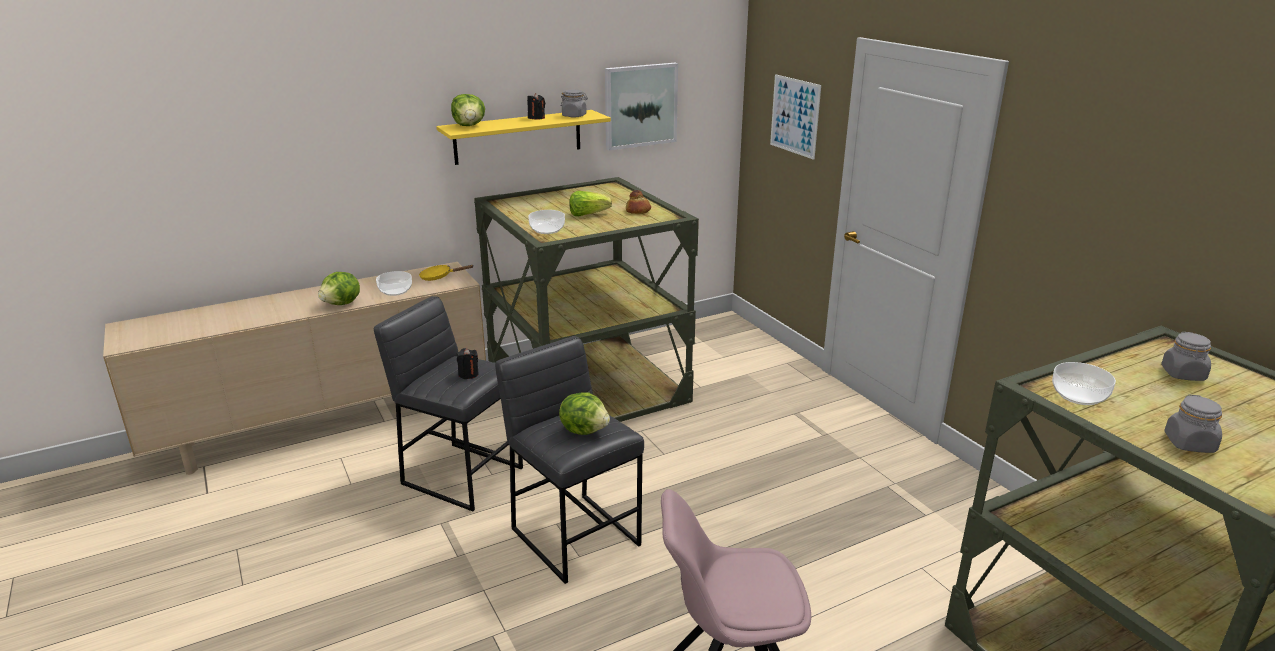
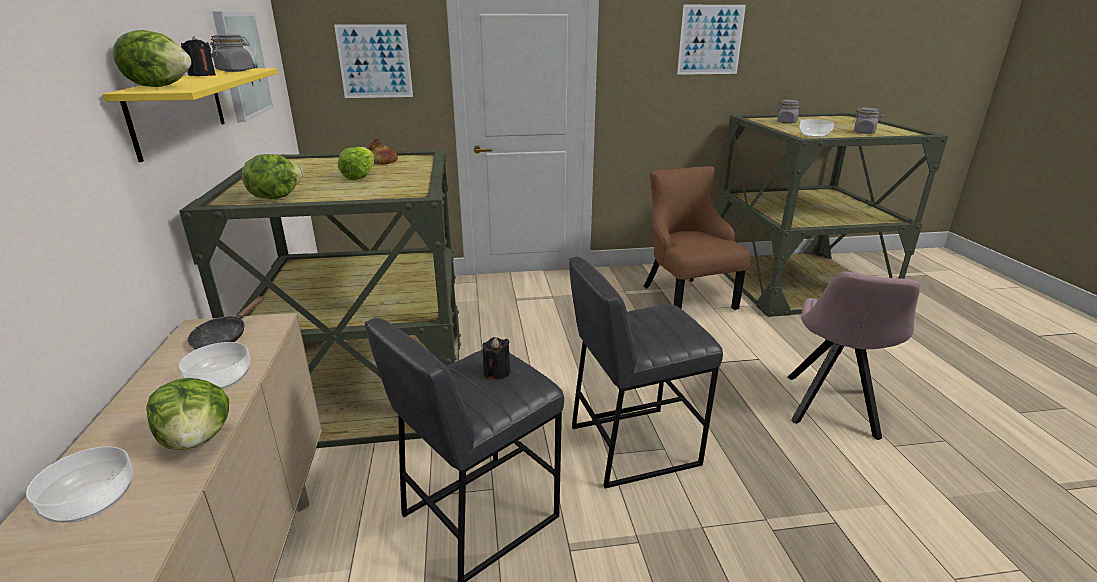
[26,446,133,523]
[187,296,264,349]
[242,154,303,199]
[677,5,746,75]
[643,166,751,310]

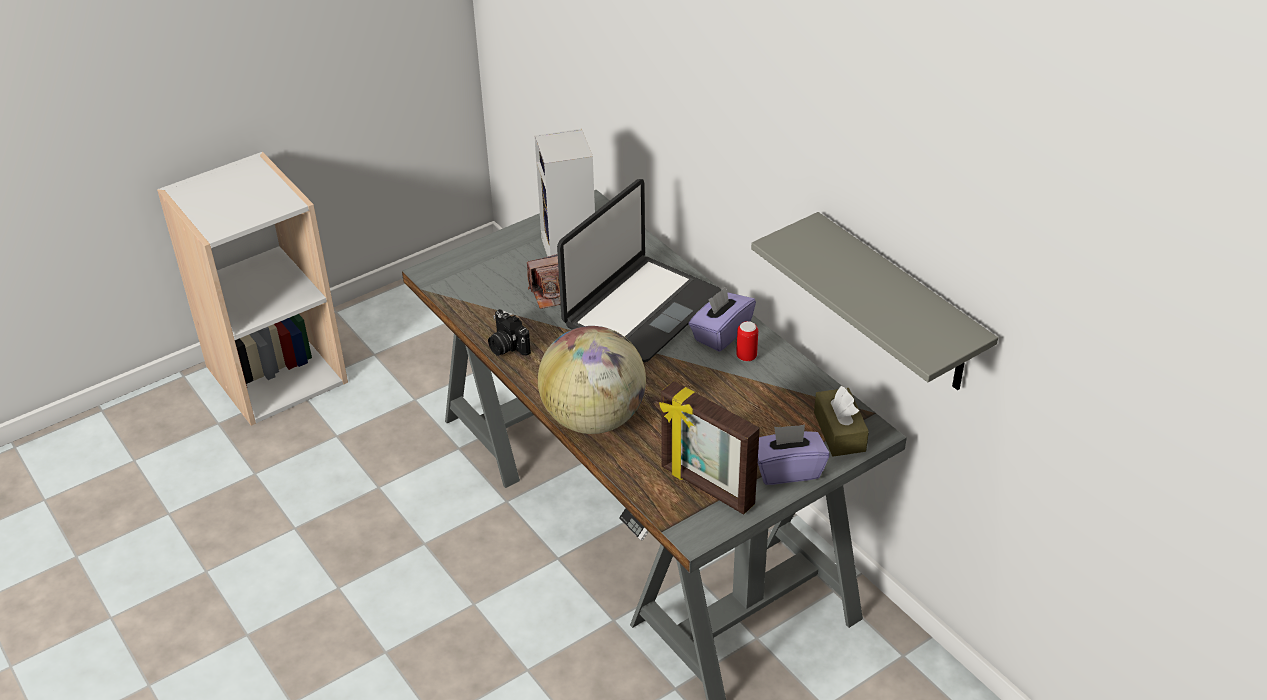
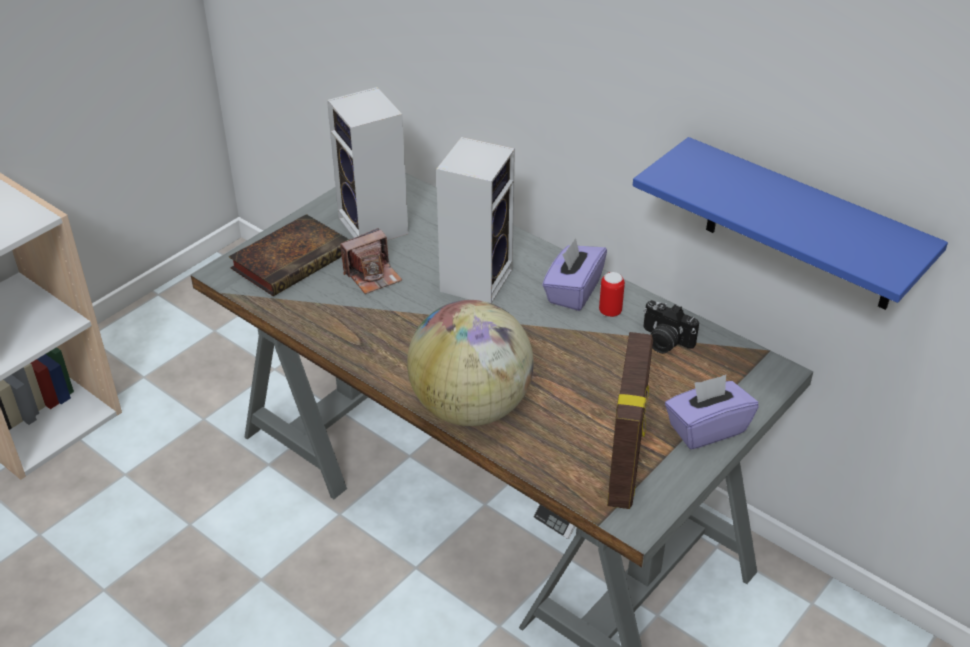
[436,137,515,303]
[633,137,948,310]
[643,300,699,354]
[607,332,653,509]
[814,386,869,457] (first image)
[229,214,349,296]

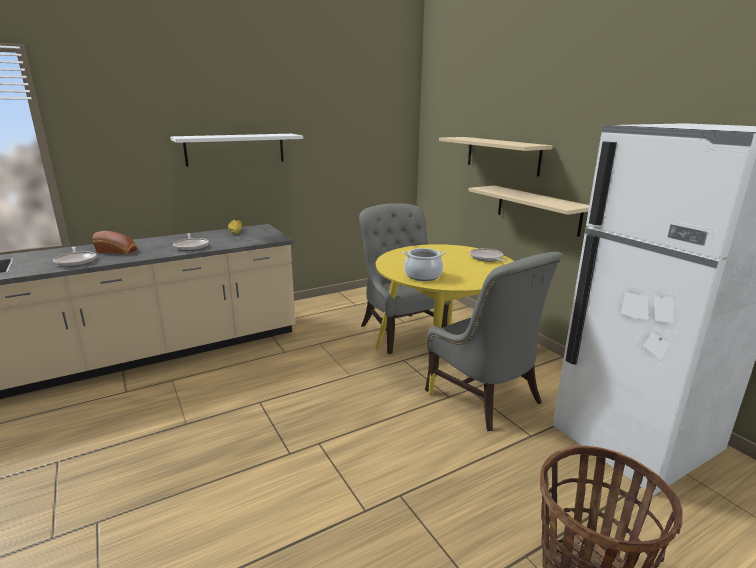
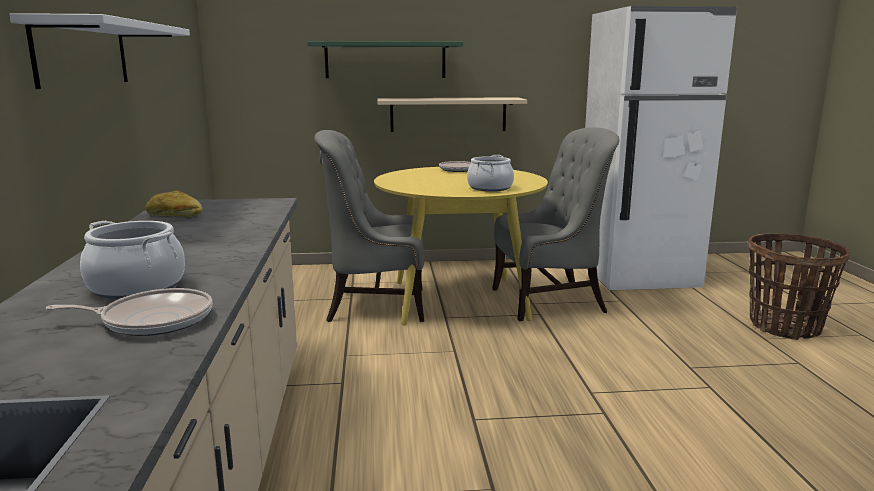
[307,41,463,78]
[80,221,185,299]
[173,233,209,251] (first image)

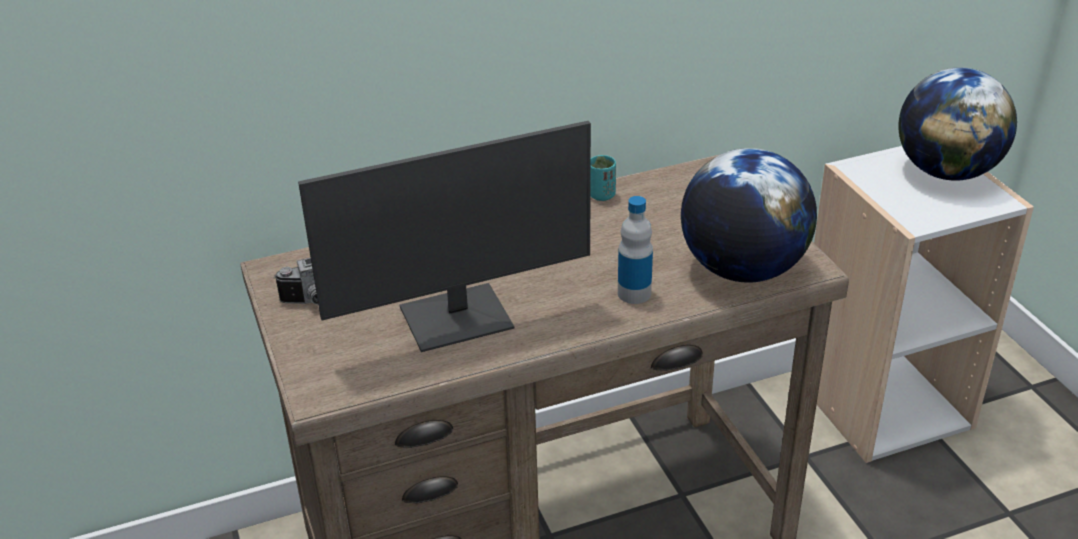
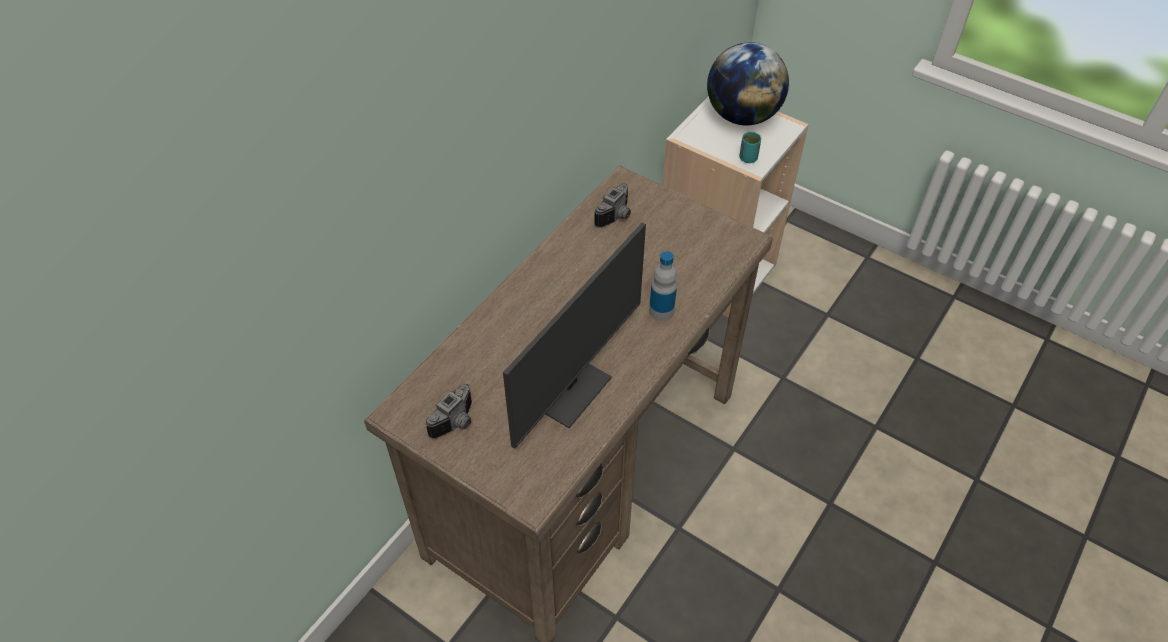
[681,148,817,283] (first image)
[739,132,761,163]
[594,183,631,228]

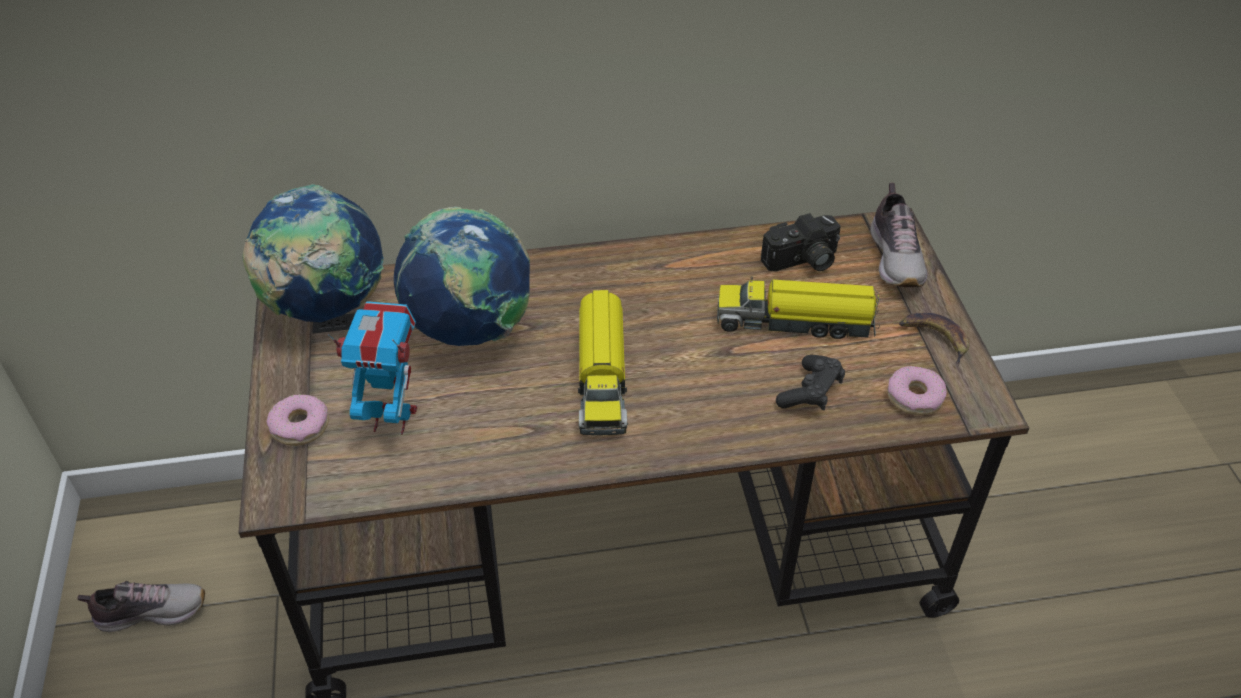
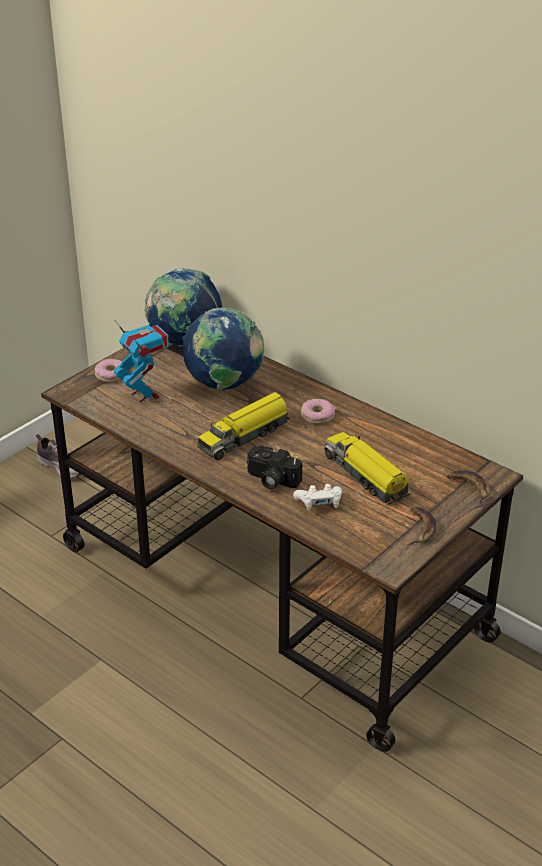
[447,470,490,505]
[247,446,302,489]
[293,484,342,511]
[301,399,335,424]

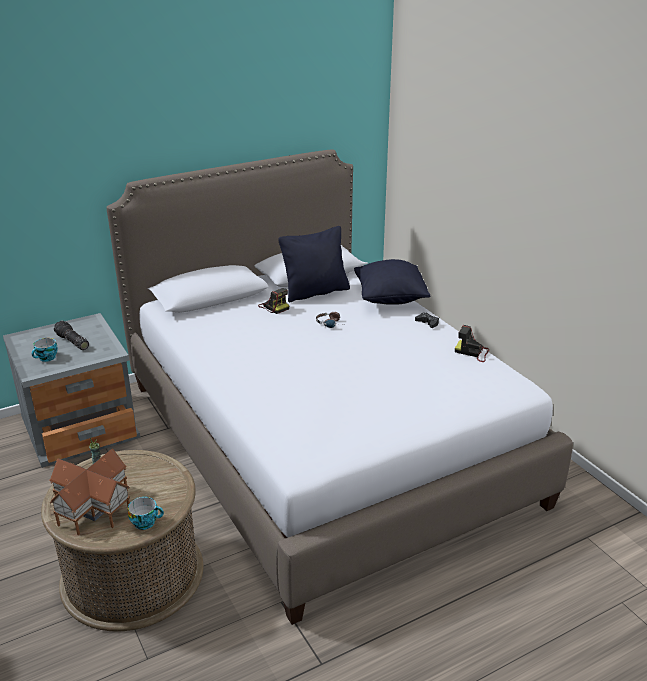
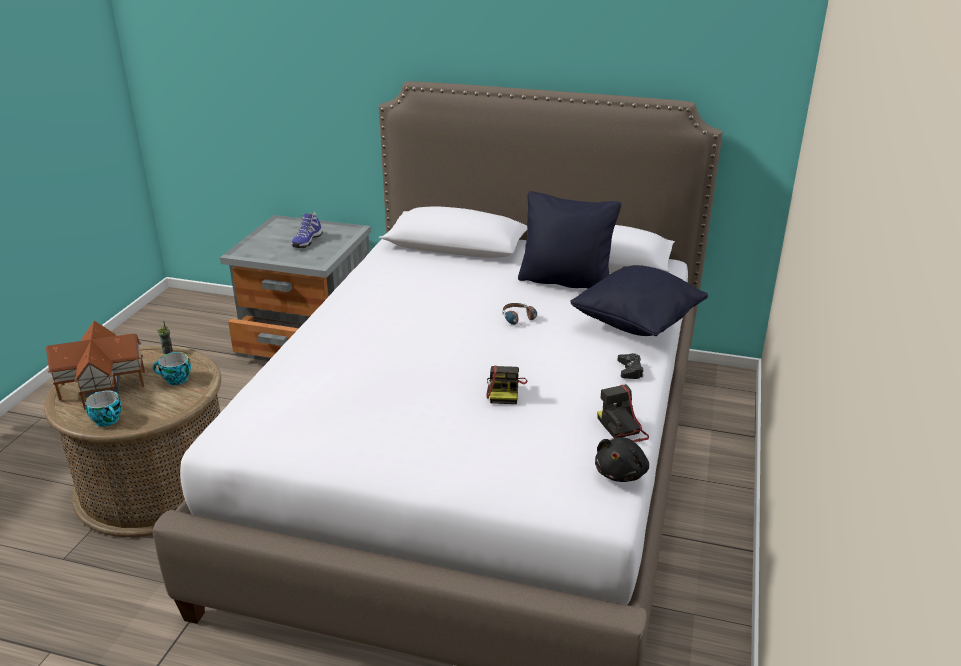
[486,366,527,404]
[292,213,323,248]
[153,352,191,385]
[595,437,649,482]

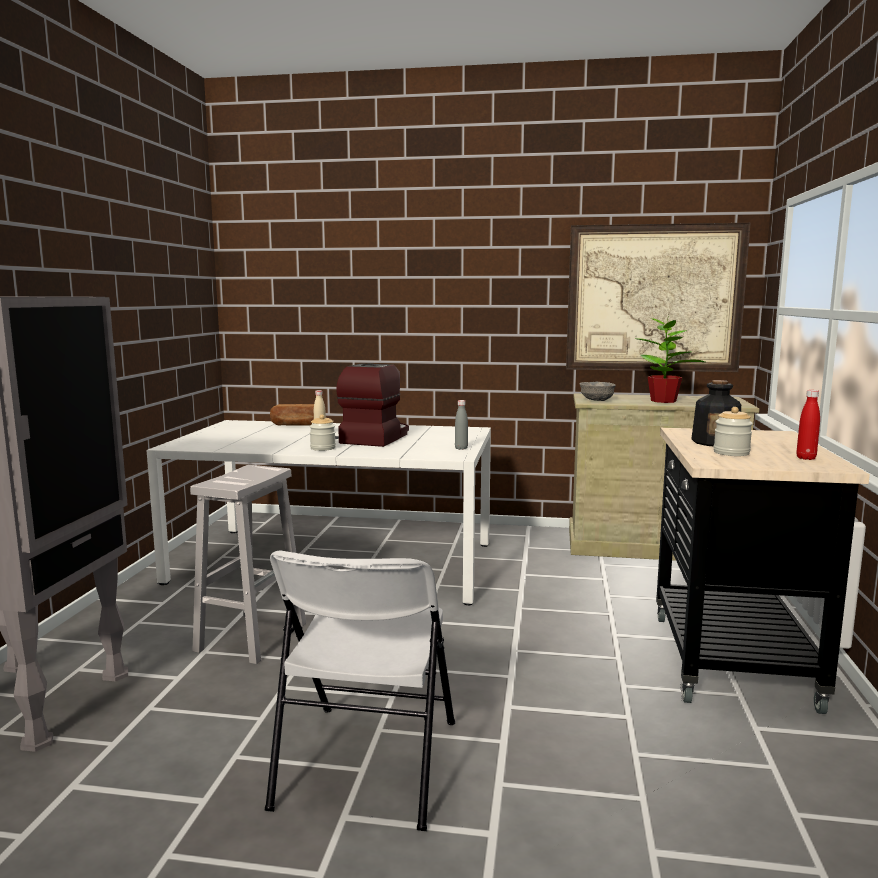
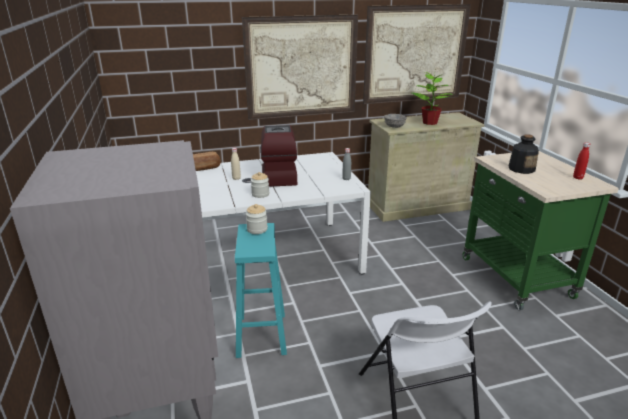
[246,204,268,234]
[463,151,619,310]
[235,223,287,358]
[242,14,358,120]

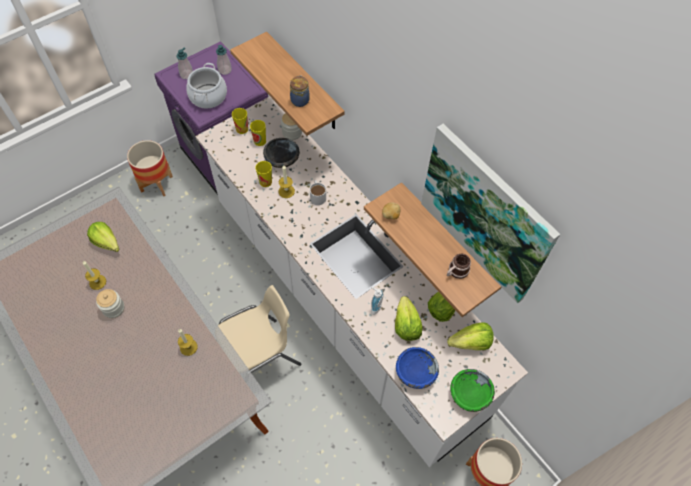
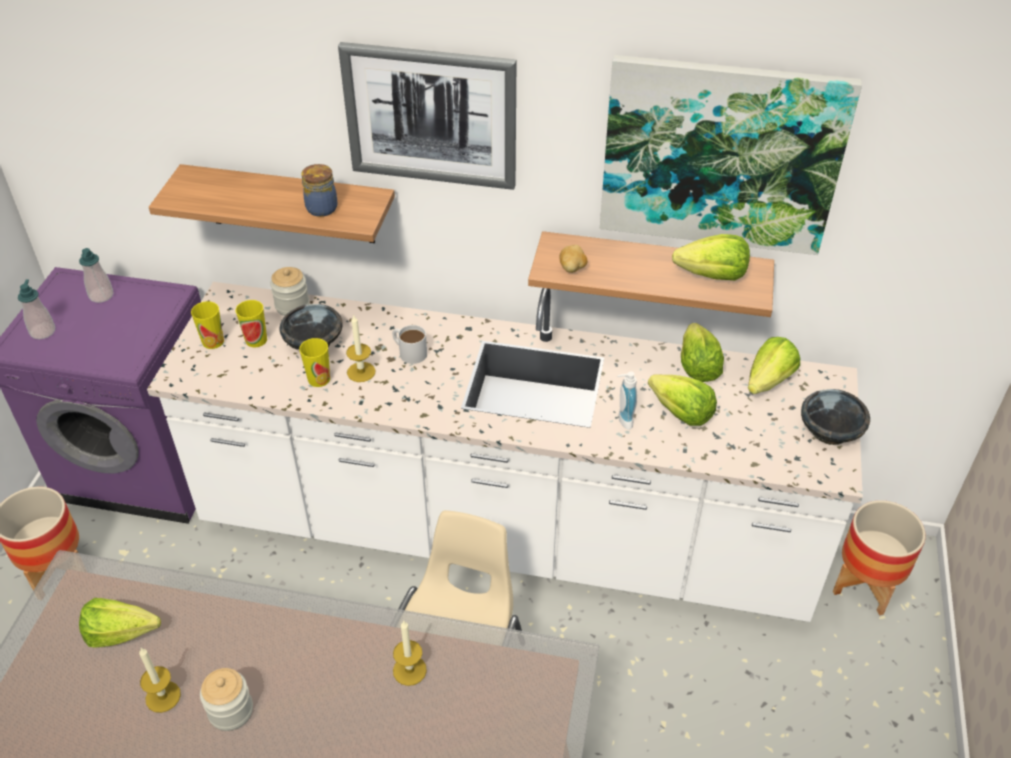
[186,63,227,109] (first image)
[672,234,750,280]
[396,347,439,389] (first image)
[801,389,870,445]
[338,42,516,190]

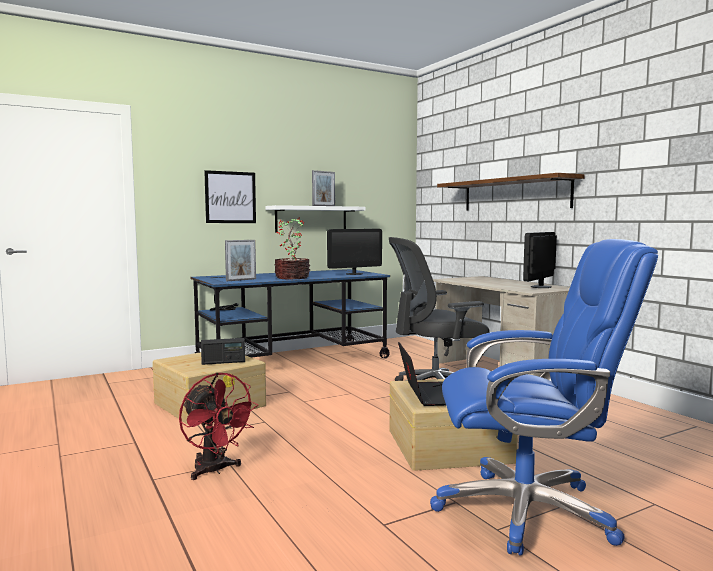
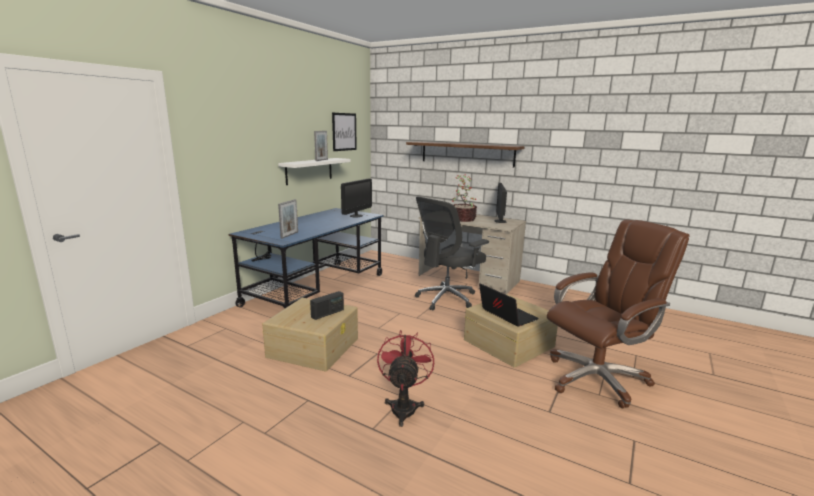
[332,113,357,151]
[452,174,477,222]
[547,220,690,408]
[377,330,434,427]

